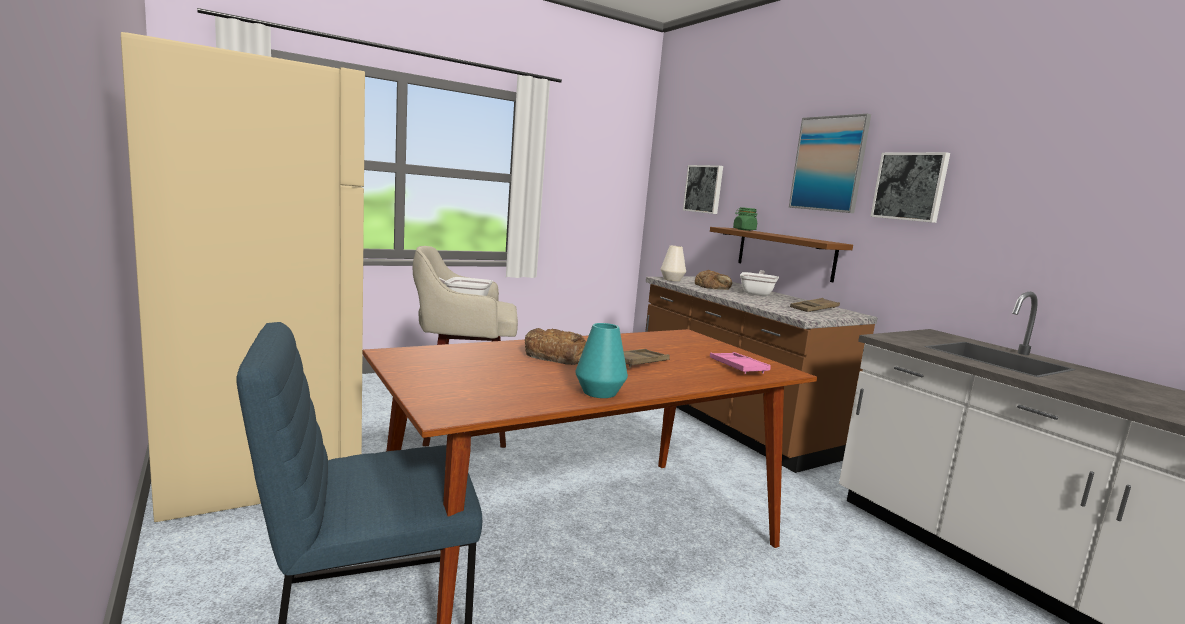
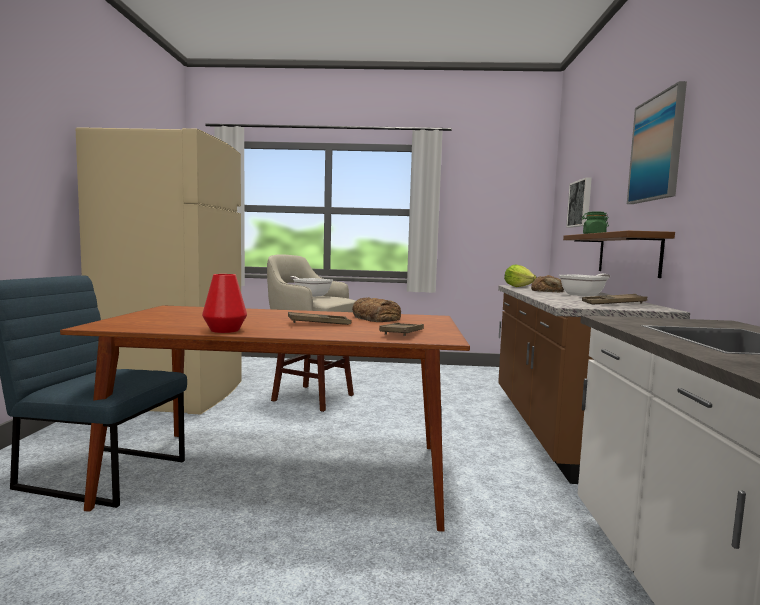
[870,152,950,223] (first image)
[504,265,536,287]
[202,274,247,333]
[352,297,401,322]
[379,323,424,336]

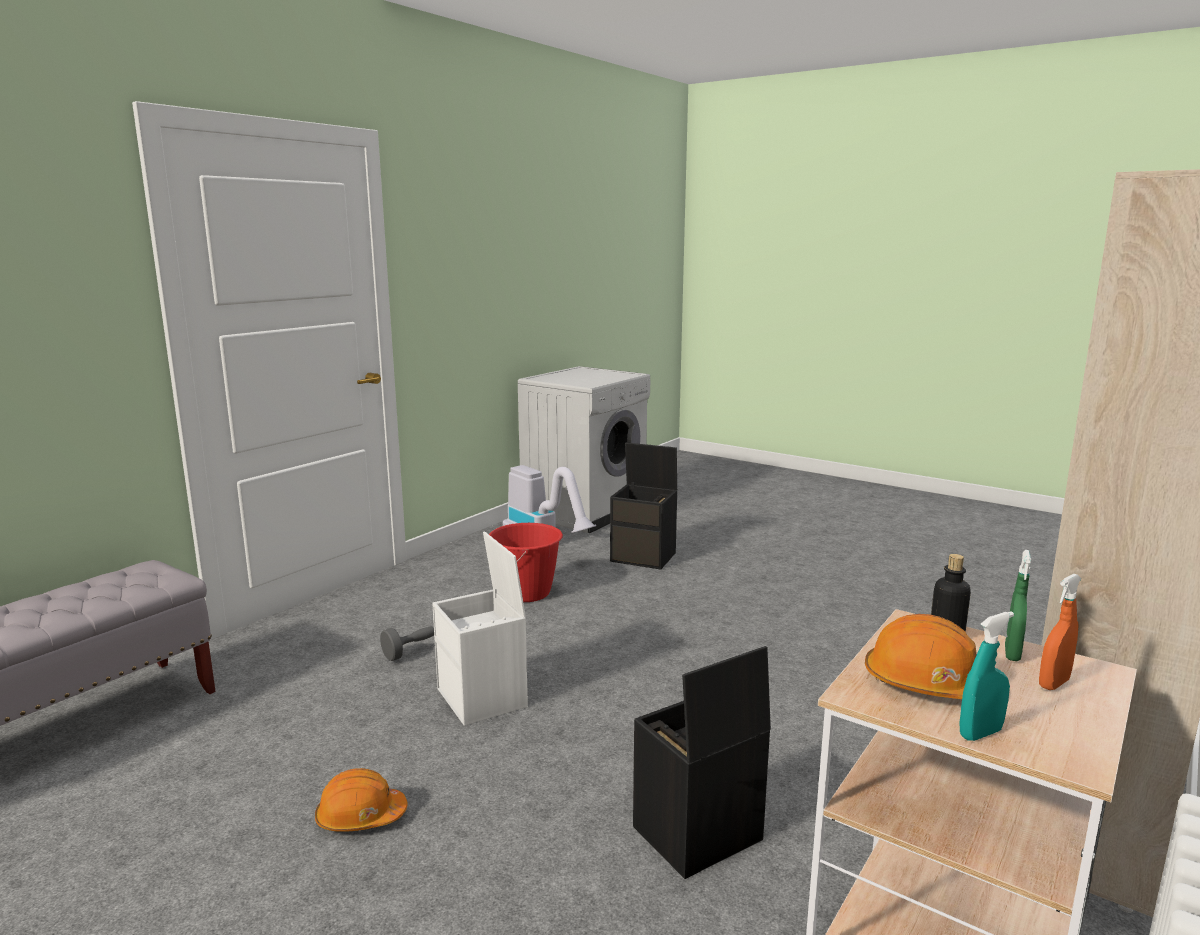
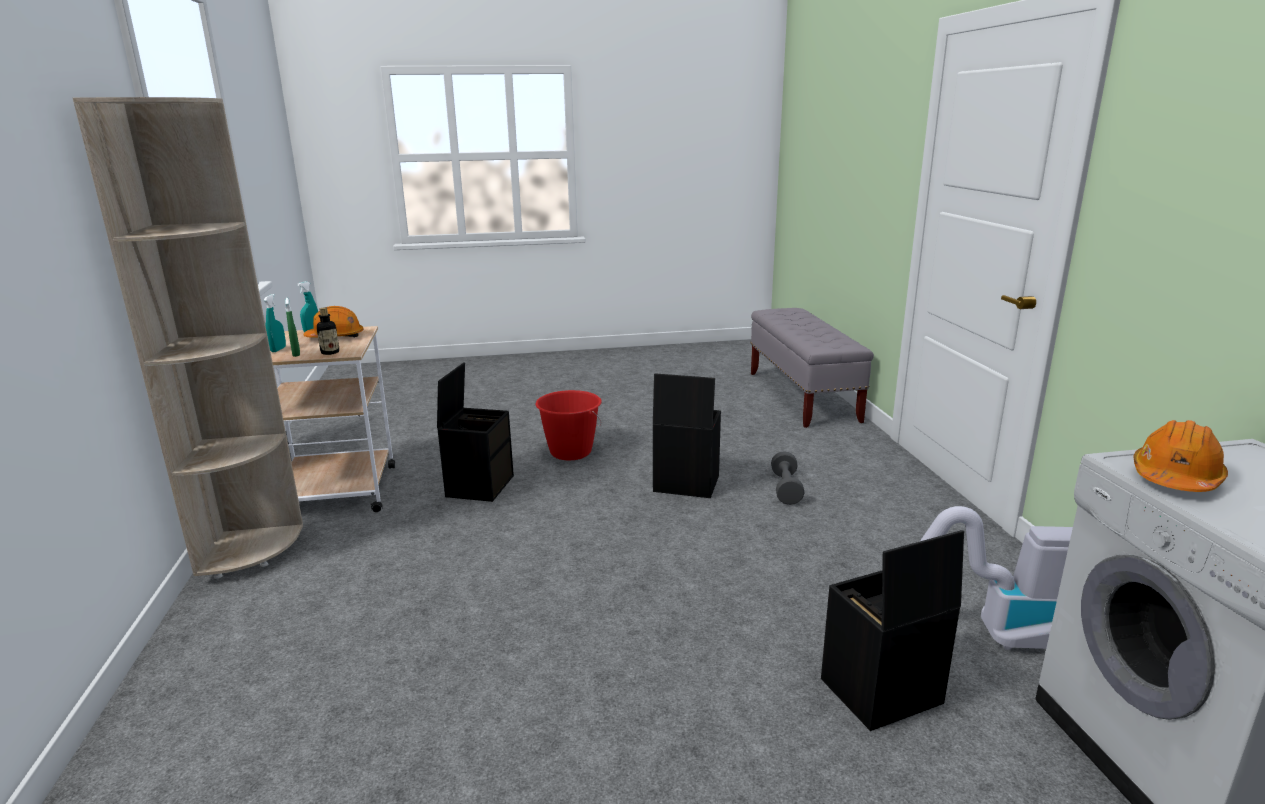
[536,390,602,460]
[653,373,721,498]
[263,294,286,352]
[1133,420,1228,492]

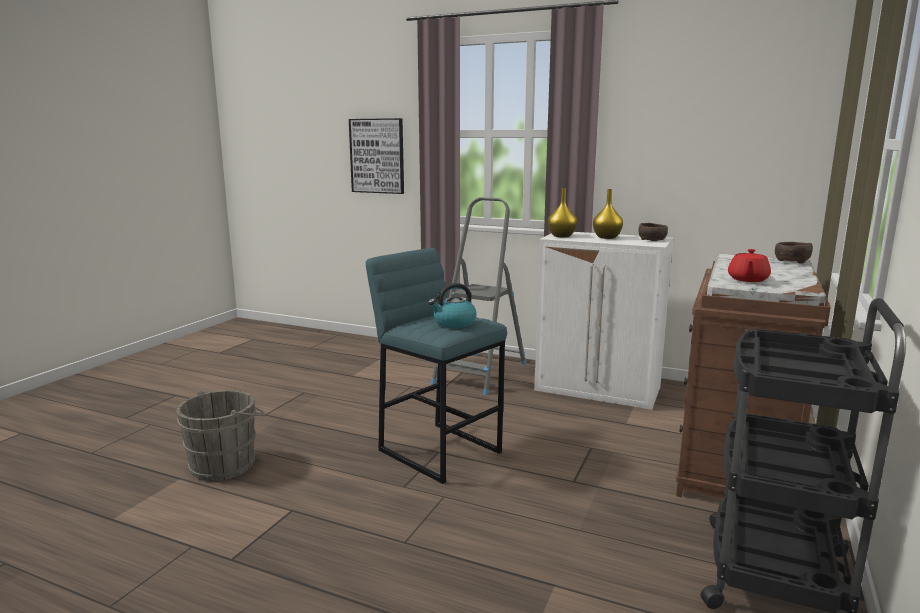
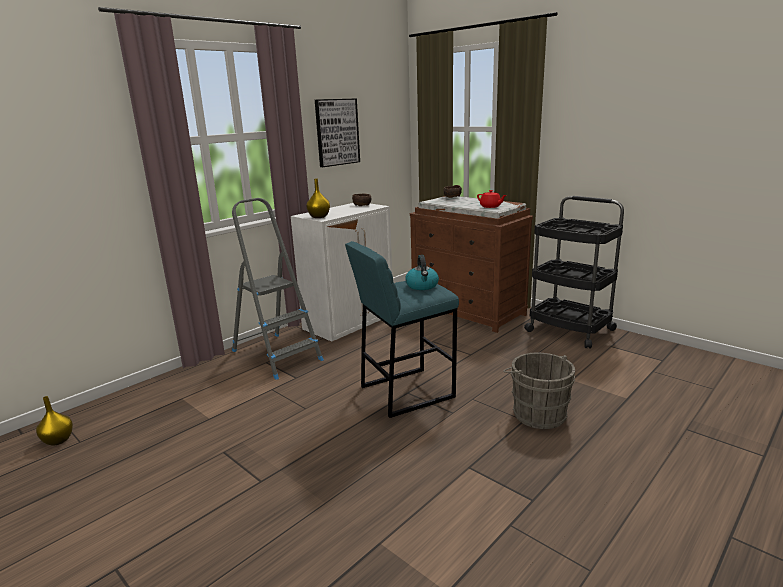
[315,98,360,167]
[36,396,73,446]
[503,353,575,429]

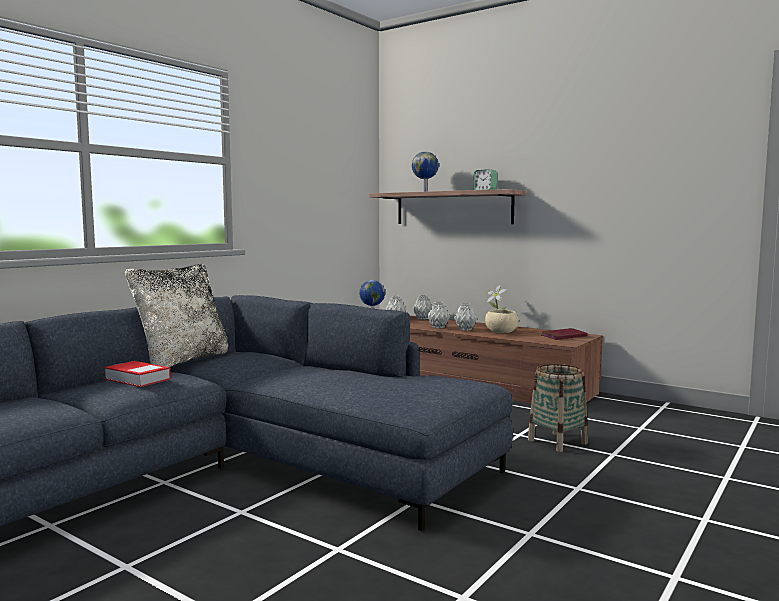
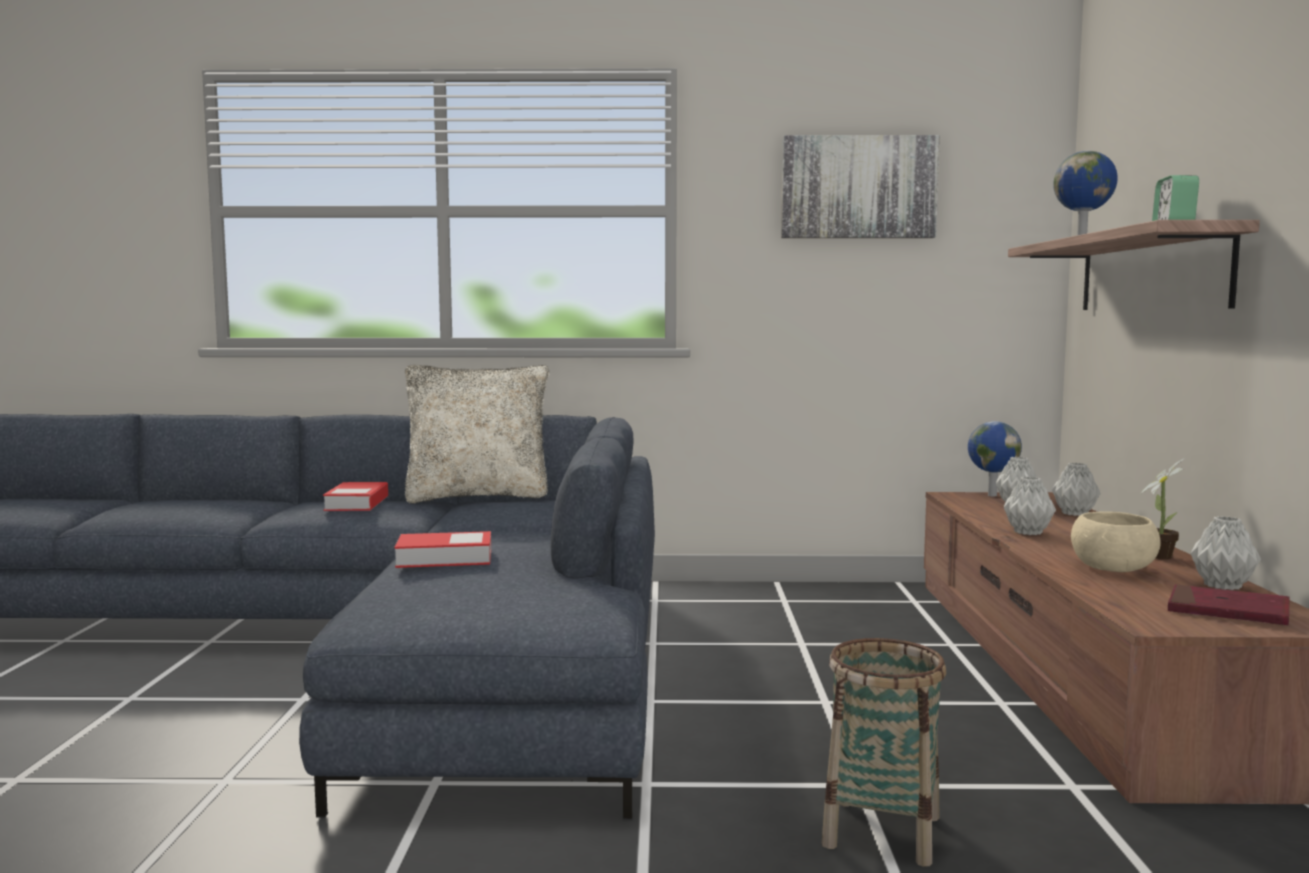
[1191,516,1261,590]
[781,135,940,238]
[395,531,491,568]

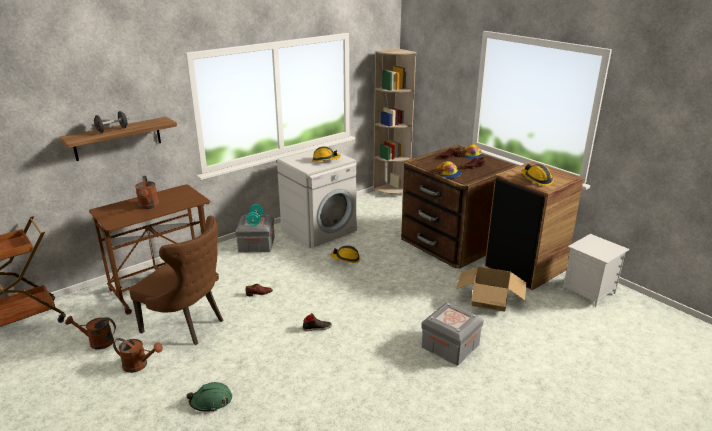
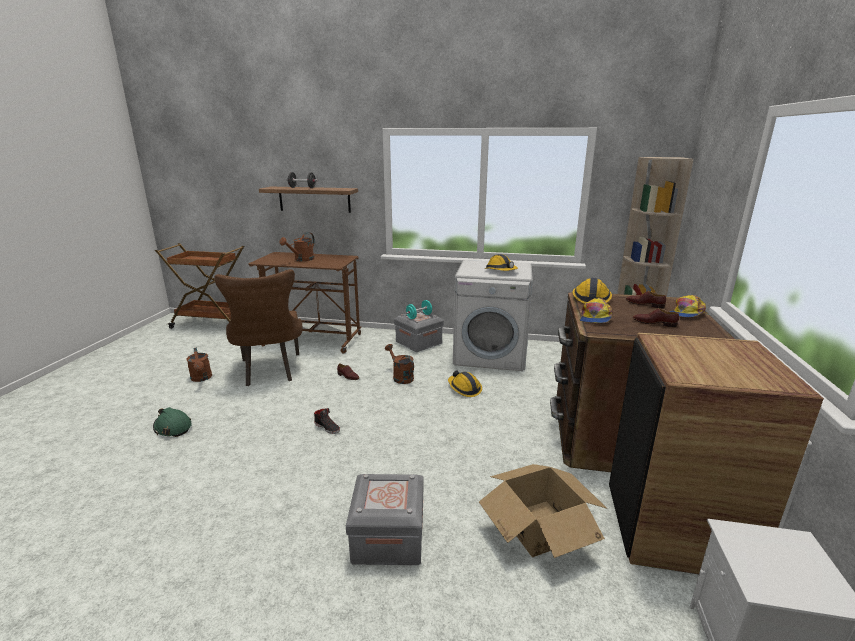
[573,278,612,304]
[385,344,414,384]

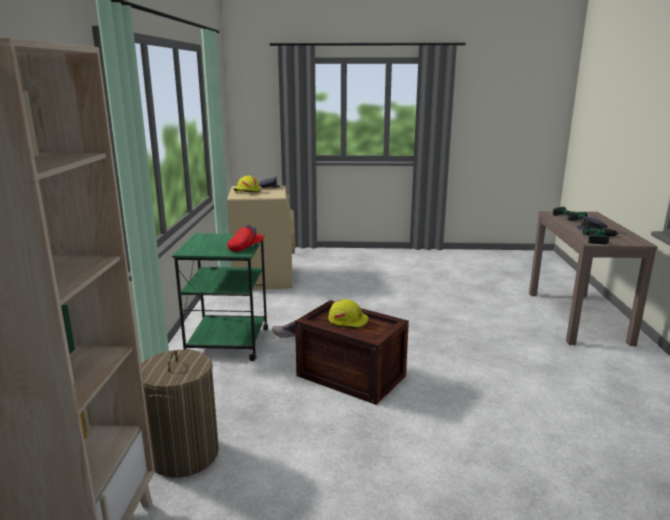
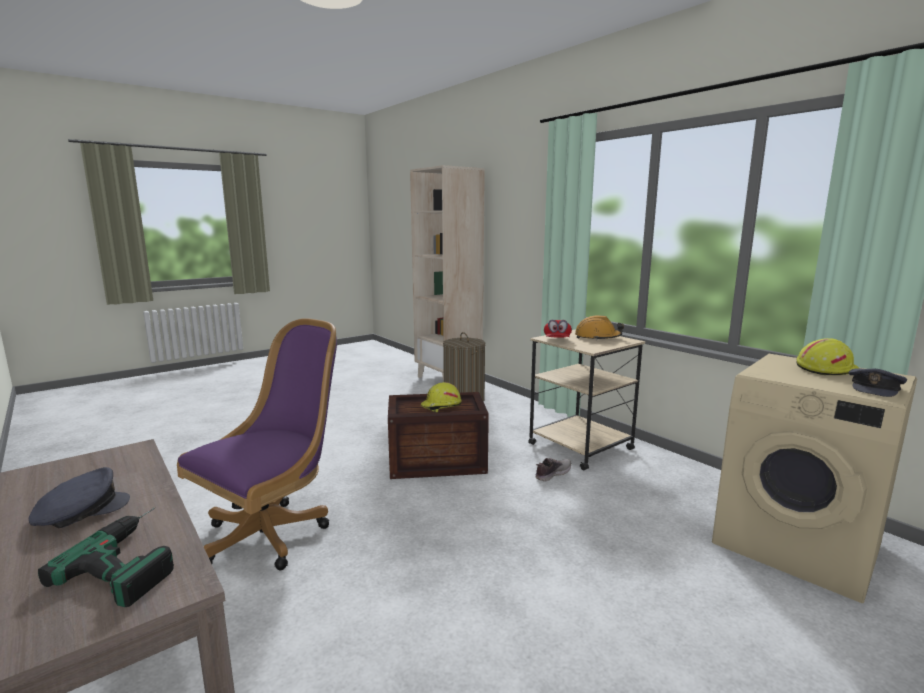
[583,228,624,245] (first image)
[528,330,645,470]
[575,315,624,340]
[177,318,337,571]

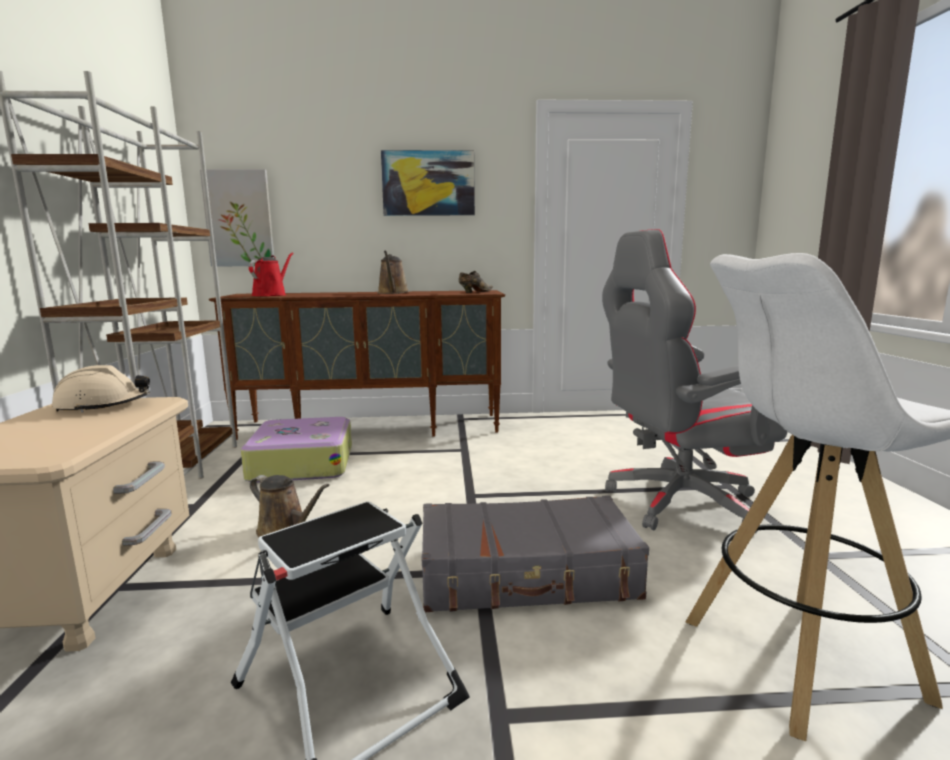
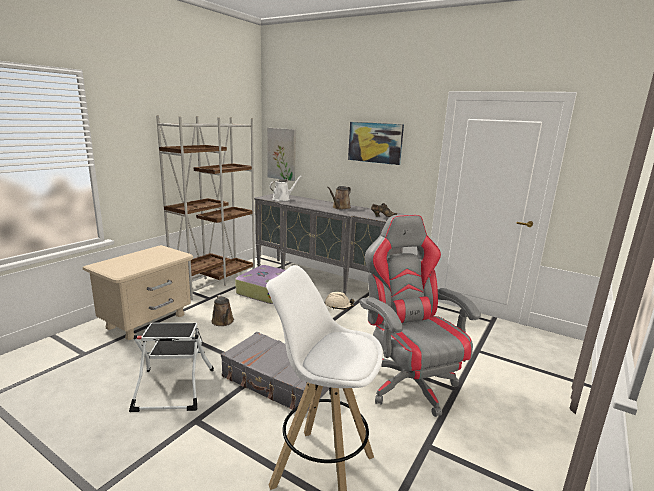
[360,214,481,417]
[269,175,302,201]
[254,194,403,295]
[325,292,354,309]

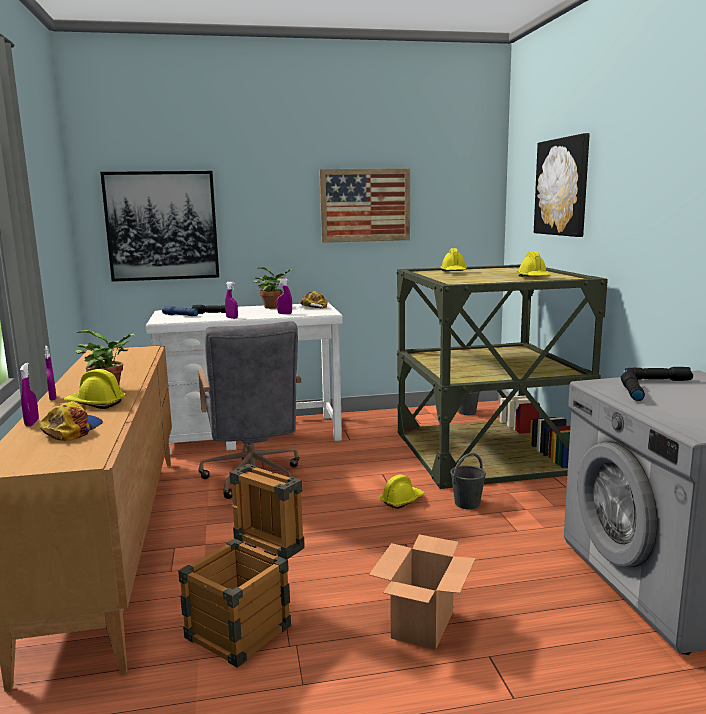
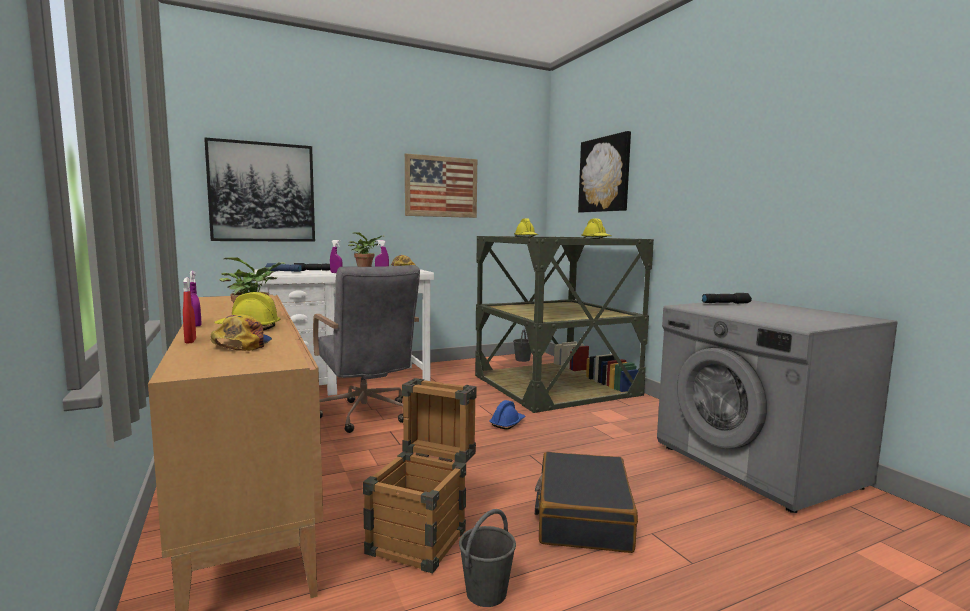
[183,277,196,344]
[621,371,645,401] (first image)
[459,509,516,607]
[489,400,526,430]
[535,452,638,553]

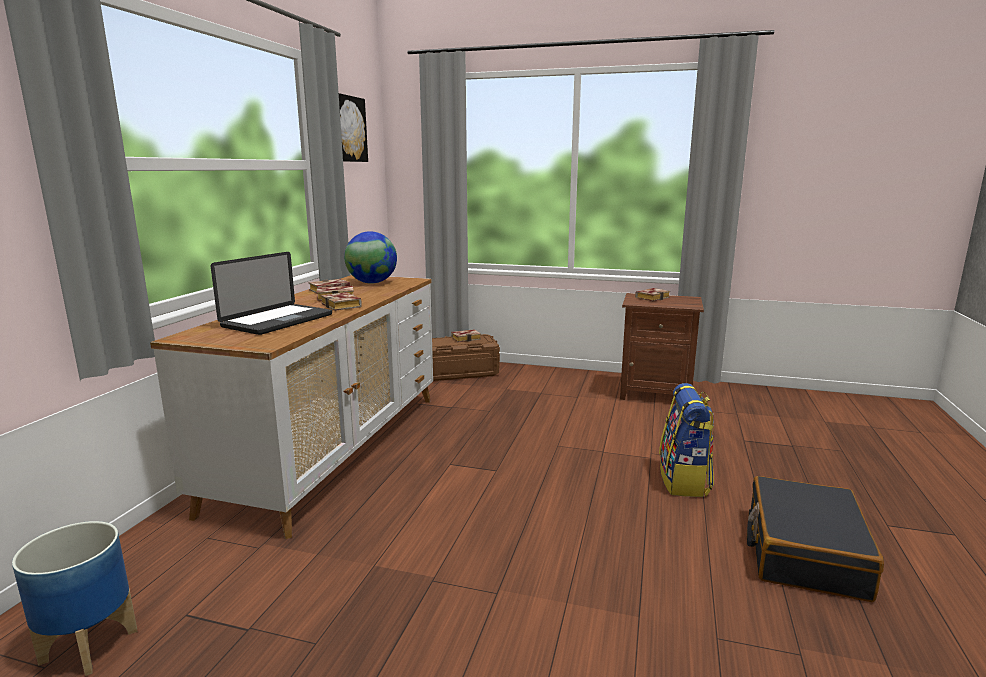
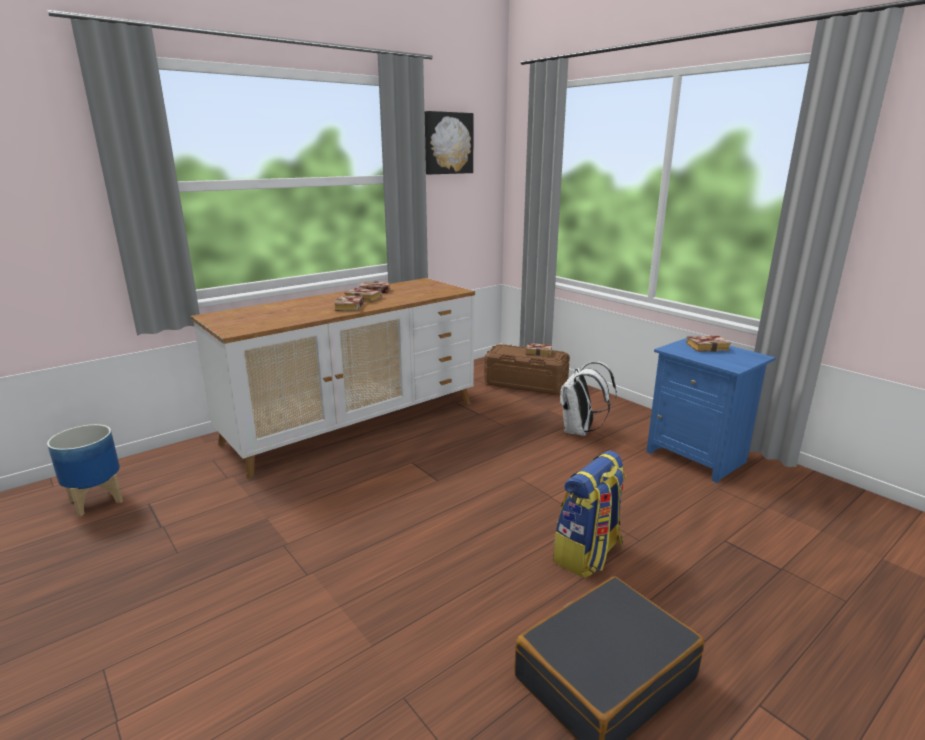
[344,231,397,284] (first image)
[211,252,332,335] (first image)
[646,338,776,483]
[560,361,617,436]

